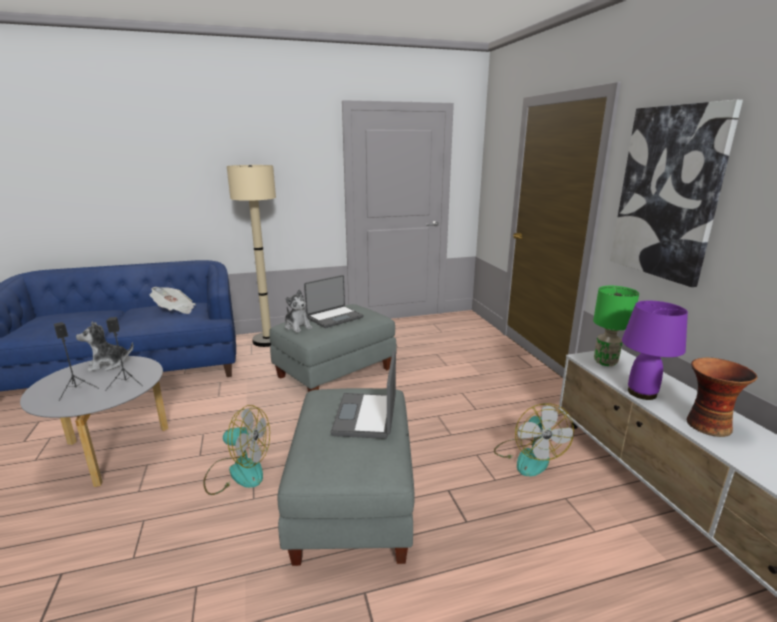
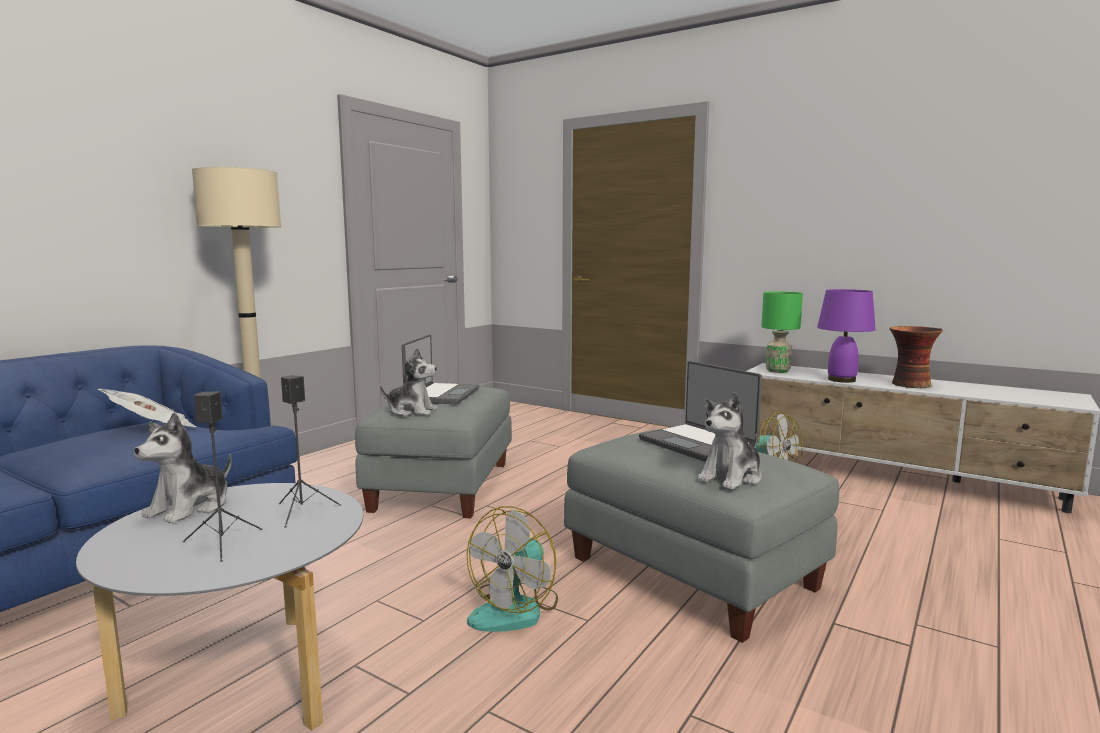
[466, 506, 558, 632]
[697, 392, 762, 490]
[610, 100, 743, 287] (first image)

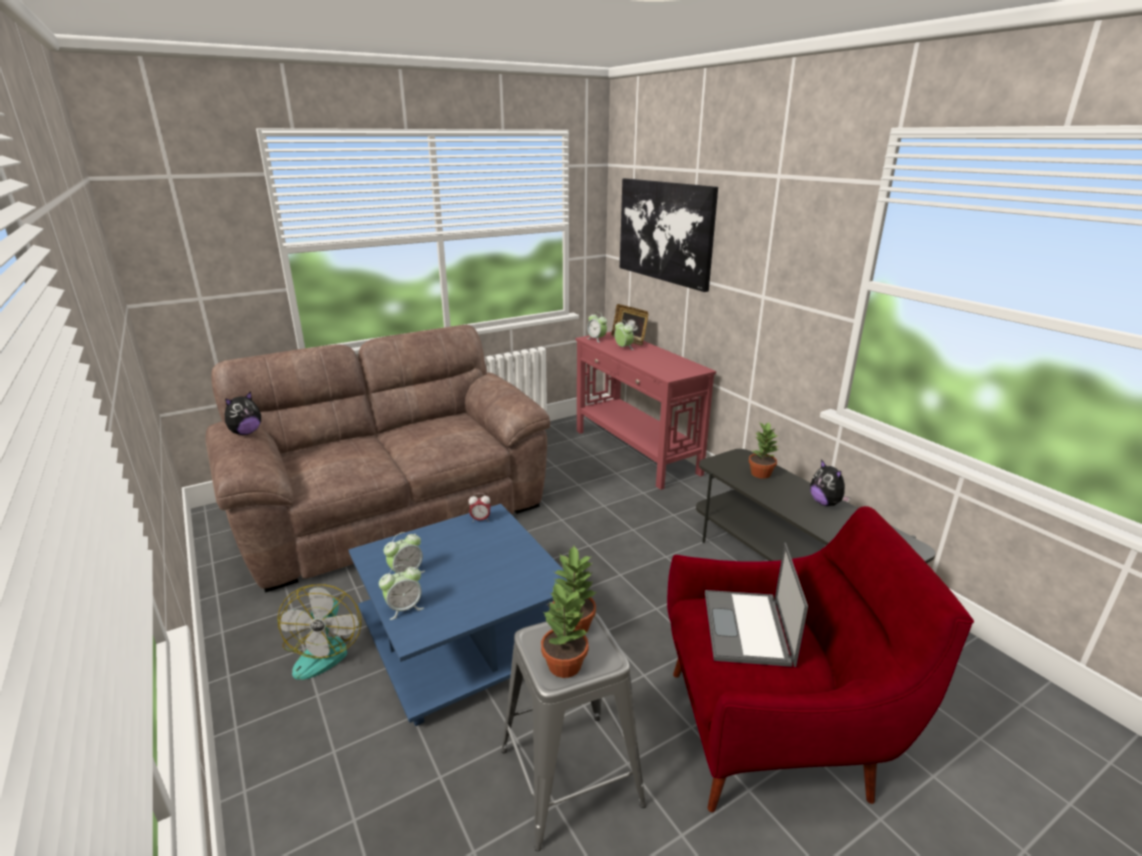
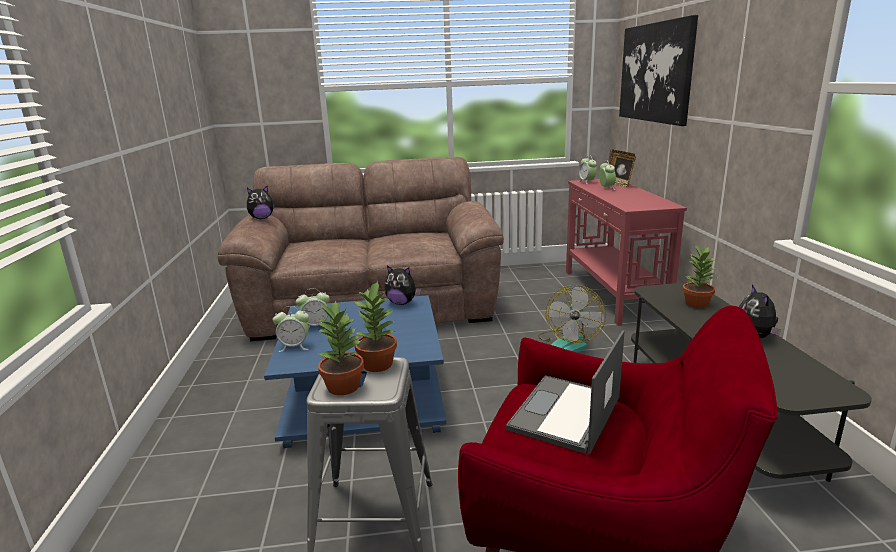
[384, 266, 421, 305]
[538, 285, 606, 353]

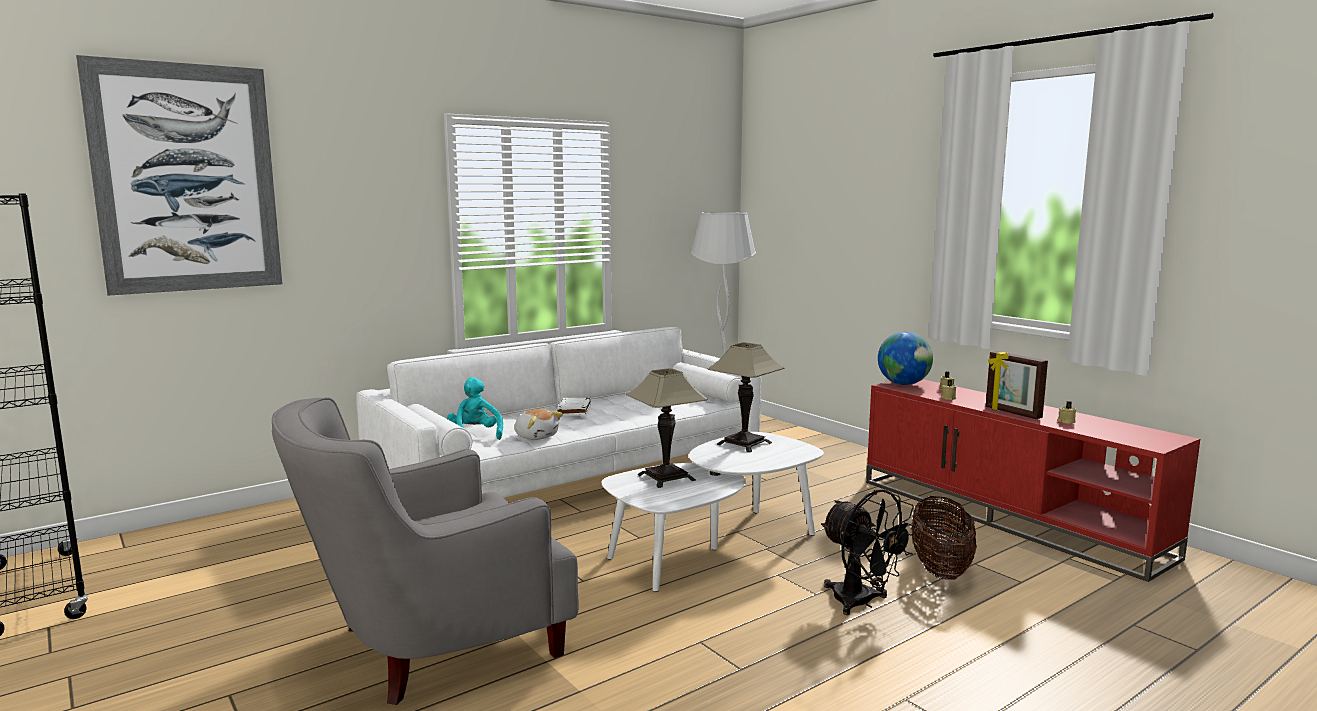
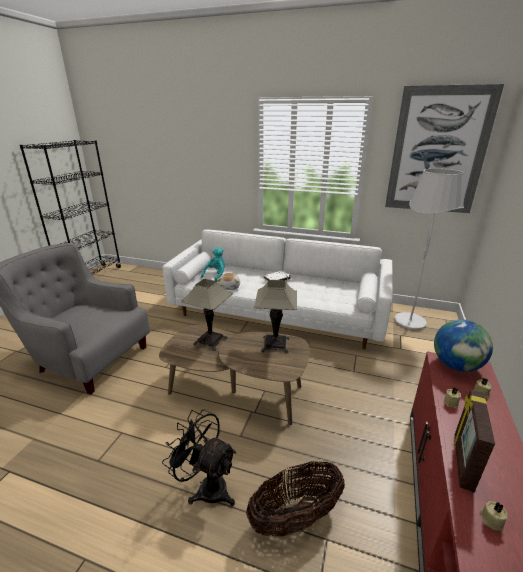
[159, 325, 310, 425]
[162, 410, 236, 506]
[385, 84, 504, 213]

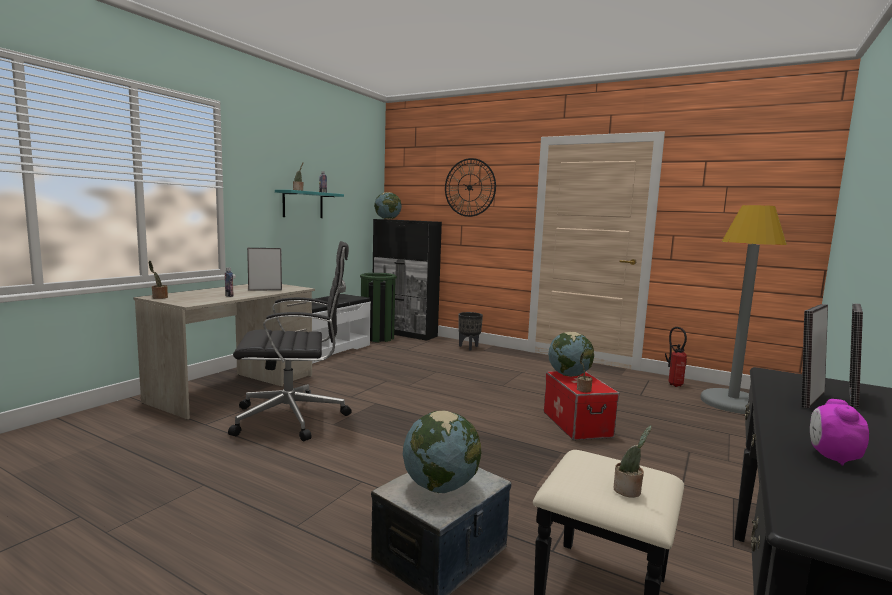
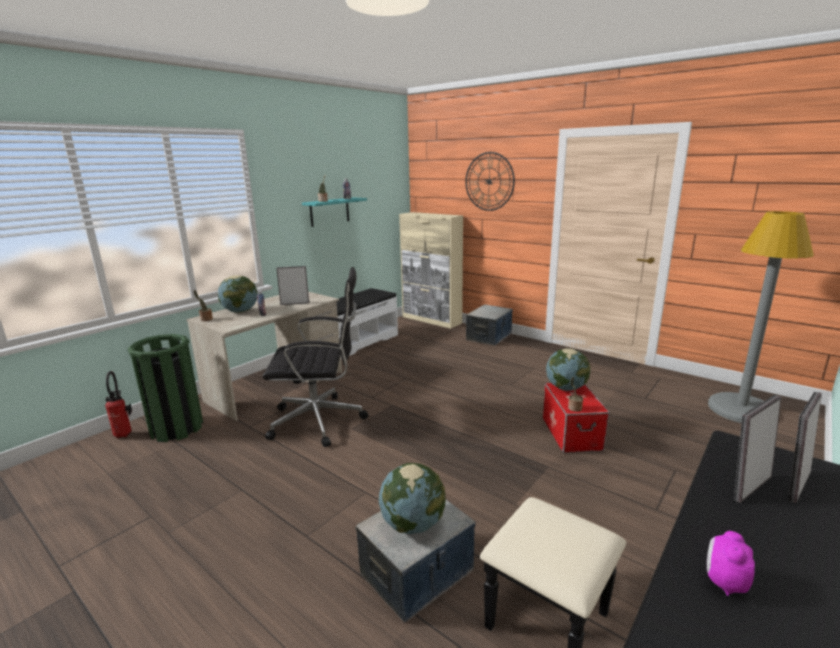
[105, 371, 132, 439]
[127, 334, 203, 442]
[218, 275, 258, 313]
[399, 212, 463, 329]
[466, 304, 513, 346]
[613, 425, 652, 498] (first image)

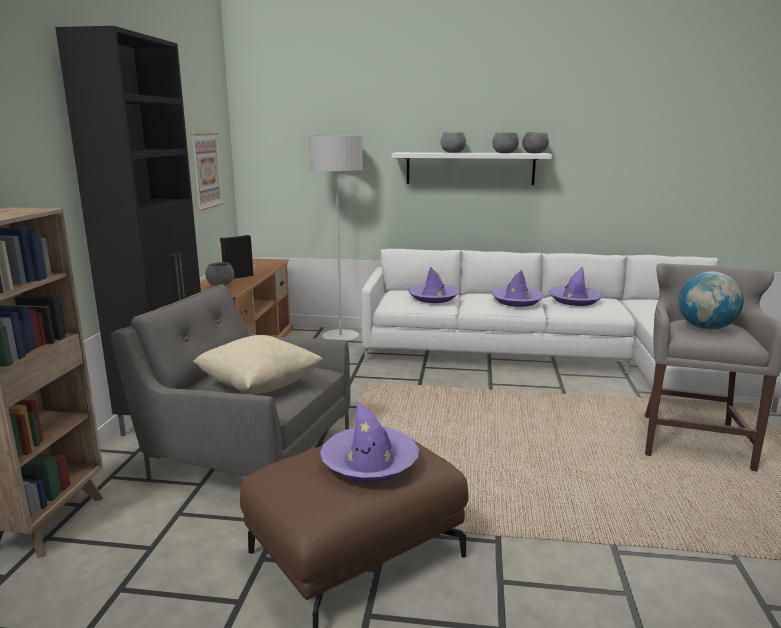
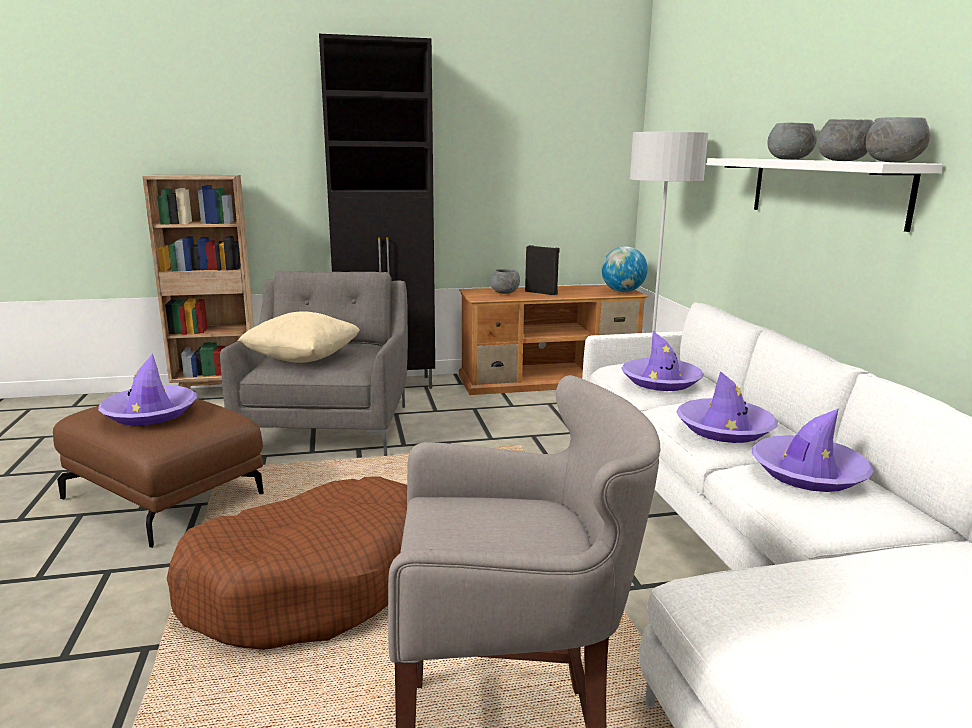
[167, 477, 407, 650]
[602, 246, 648, 292]
[191, 133, 224, 211] (first image)

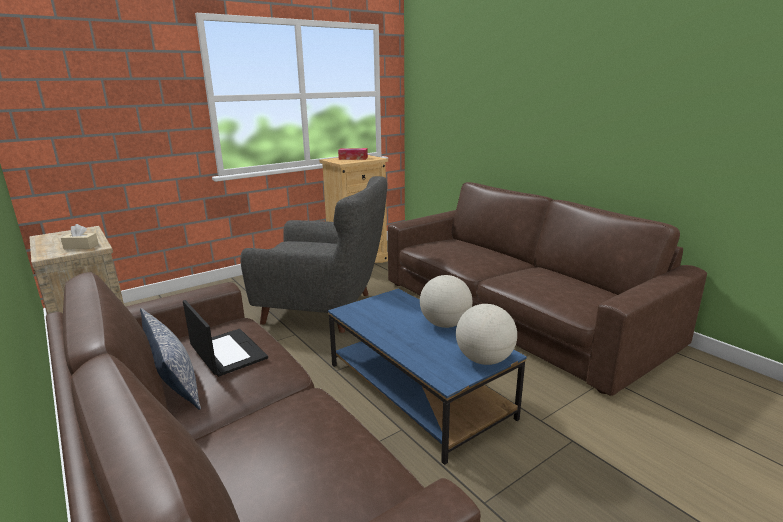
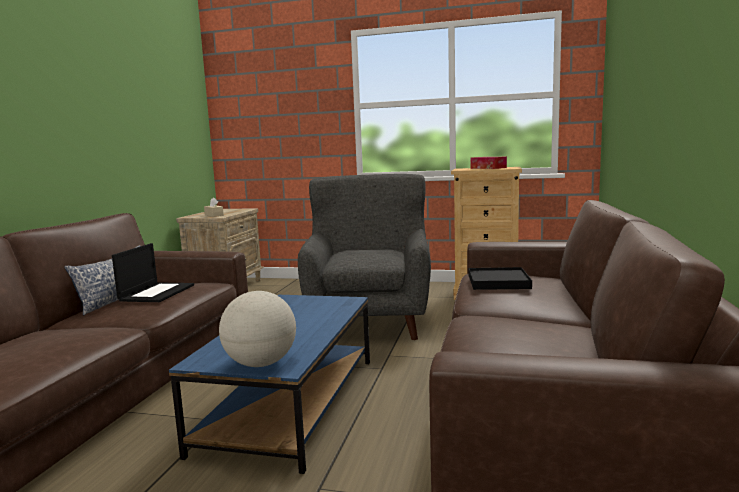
[298, 174, 431, 340]
[469, 267, 532, 290]
[420, 275, 472, 328] (first image)

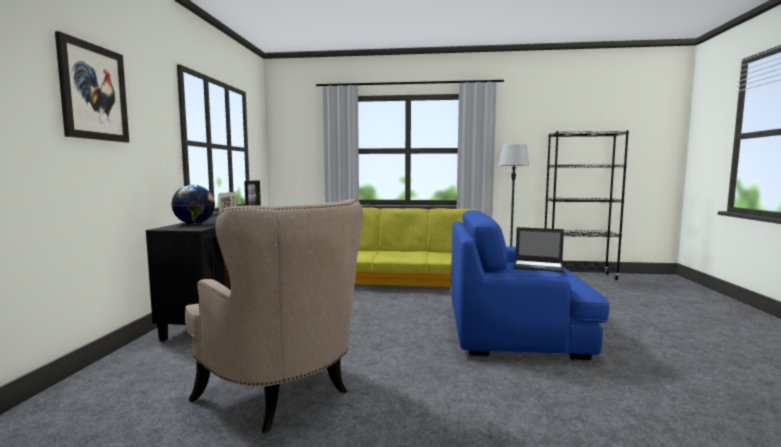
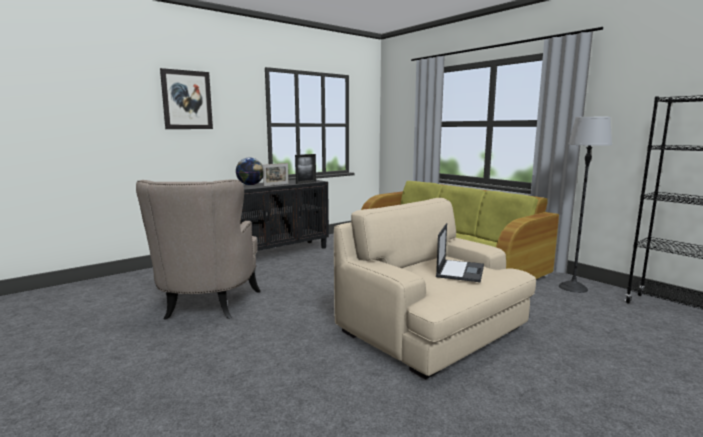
[334, 198, 536, 380]
[436, 223, 484, 282]

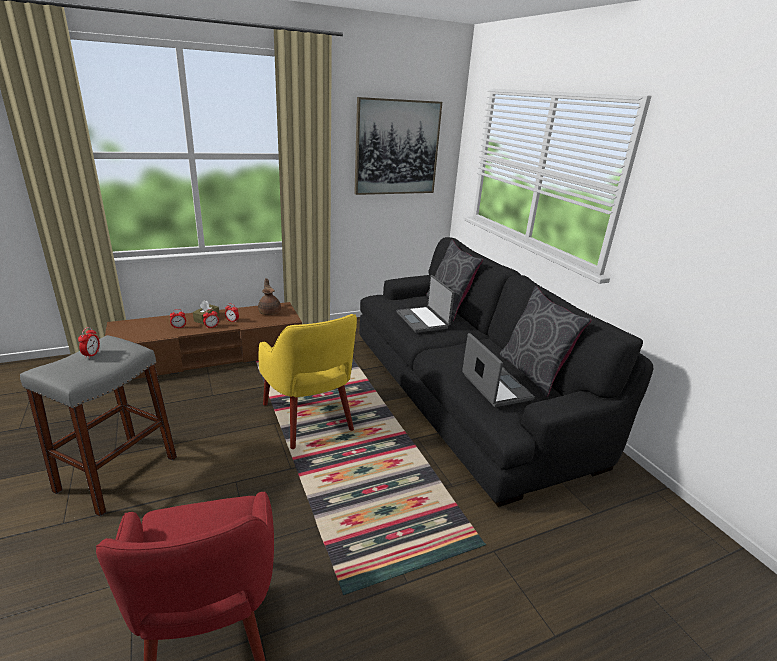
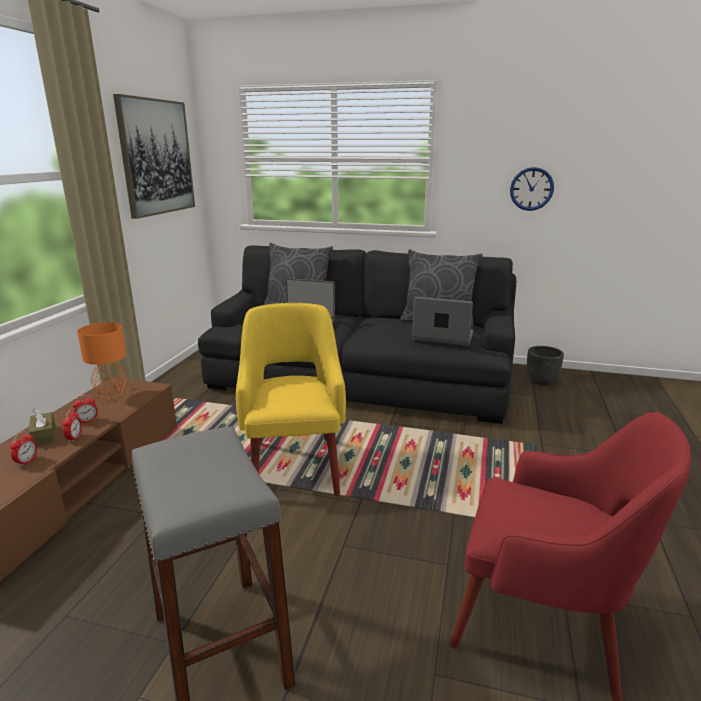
[77, 322, 127, 398]
[236, 303, 346, 496]
[510, 167, 554, 211]
[526, 346, 564, 385]
[78, 327, 100, 359] (first image)

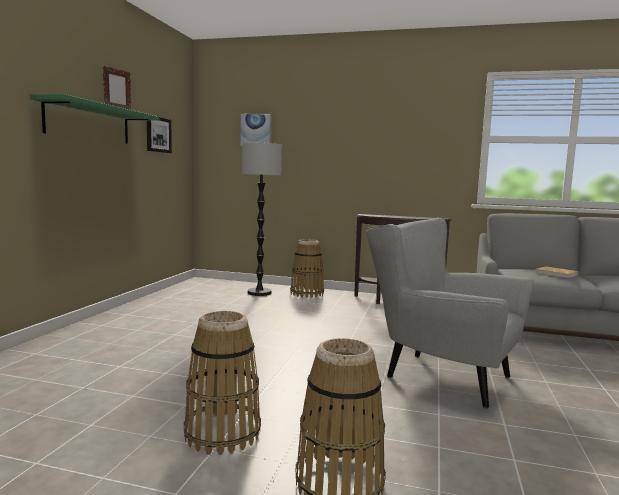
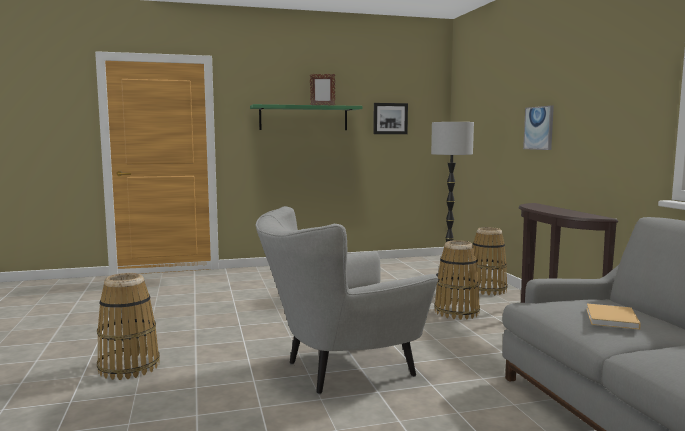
[255, 206, 438, 394]
[434, 240, 480, 320]
[523, 106, 554, 150]

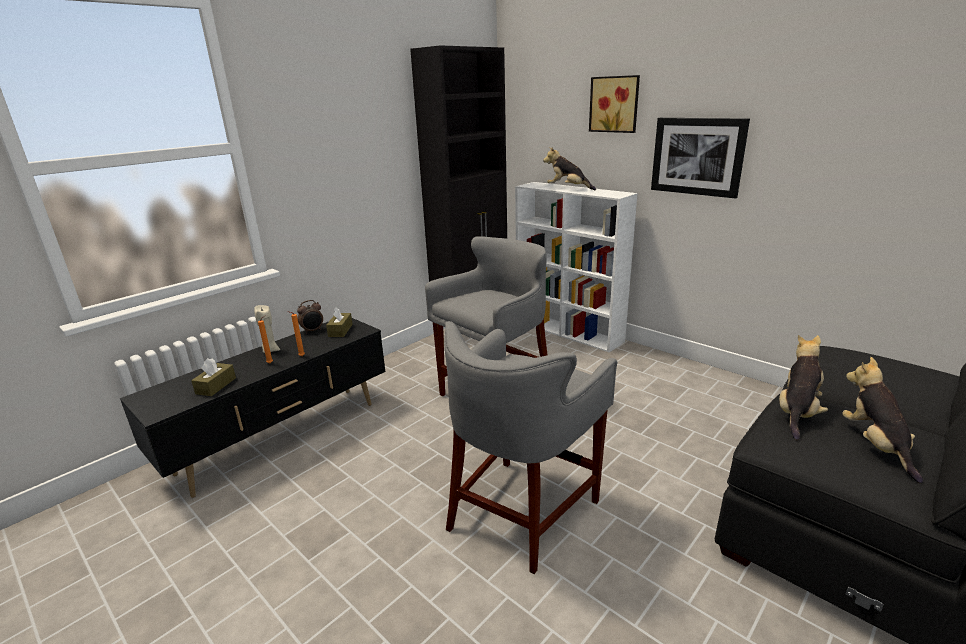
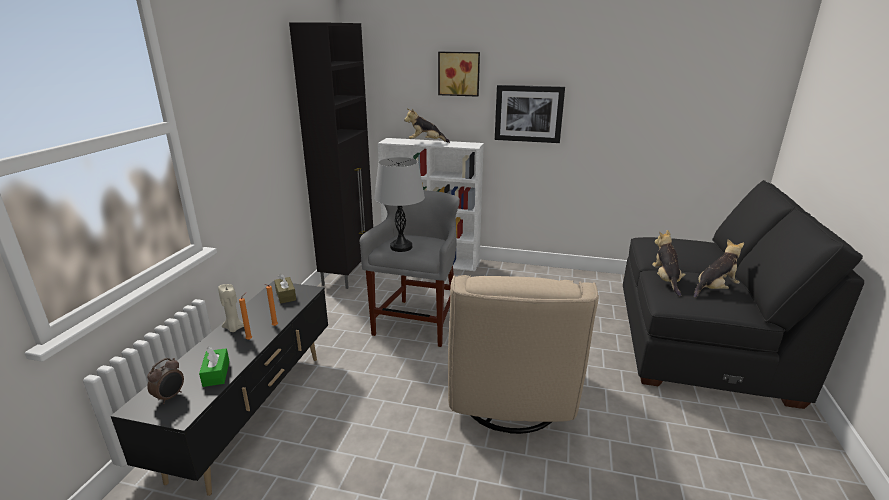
[147, 358, 184, 404]
[199, 347, 229, 387]
[374, 157, 425, 252]
[448, 275, 599, 434]
[694, 239, 744, 298]

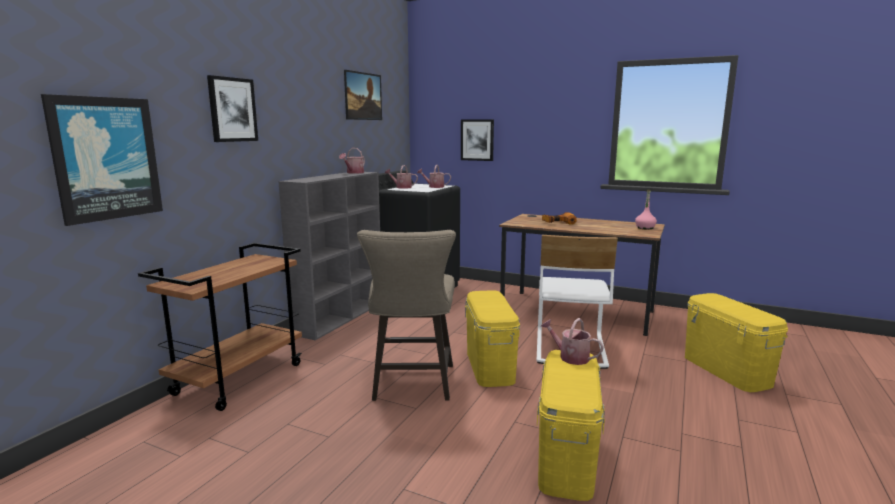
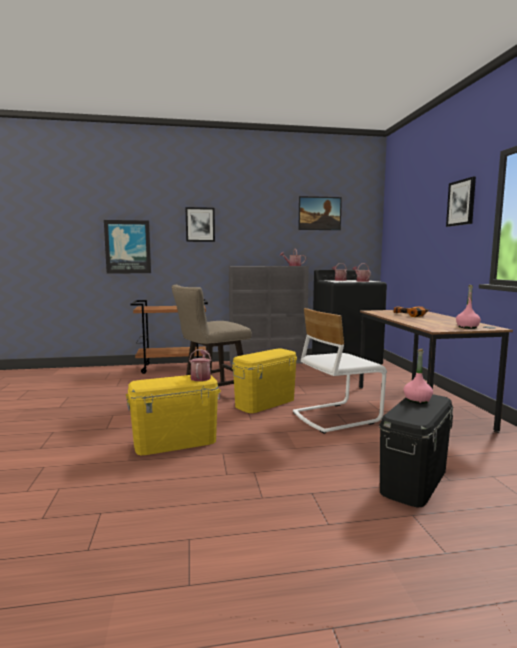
[379, 394, 453, 508]
[404, 349, 433, 404]
[446, 177, 476, 227]

